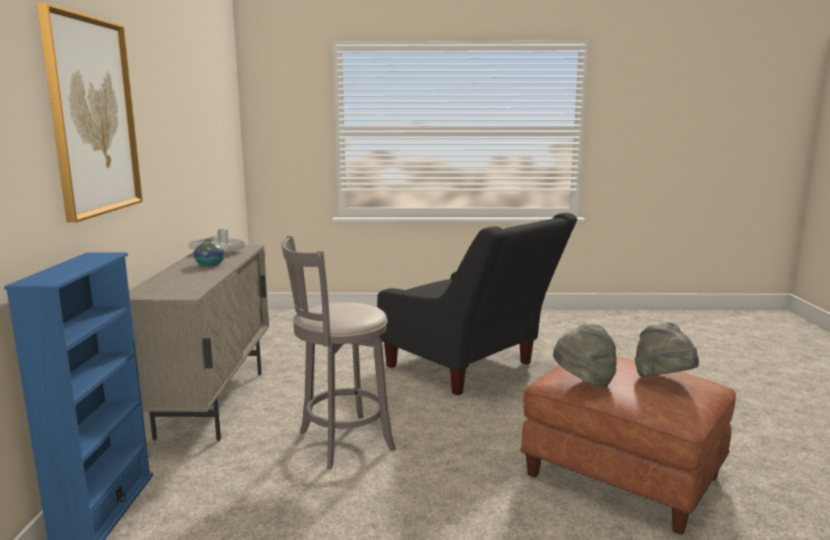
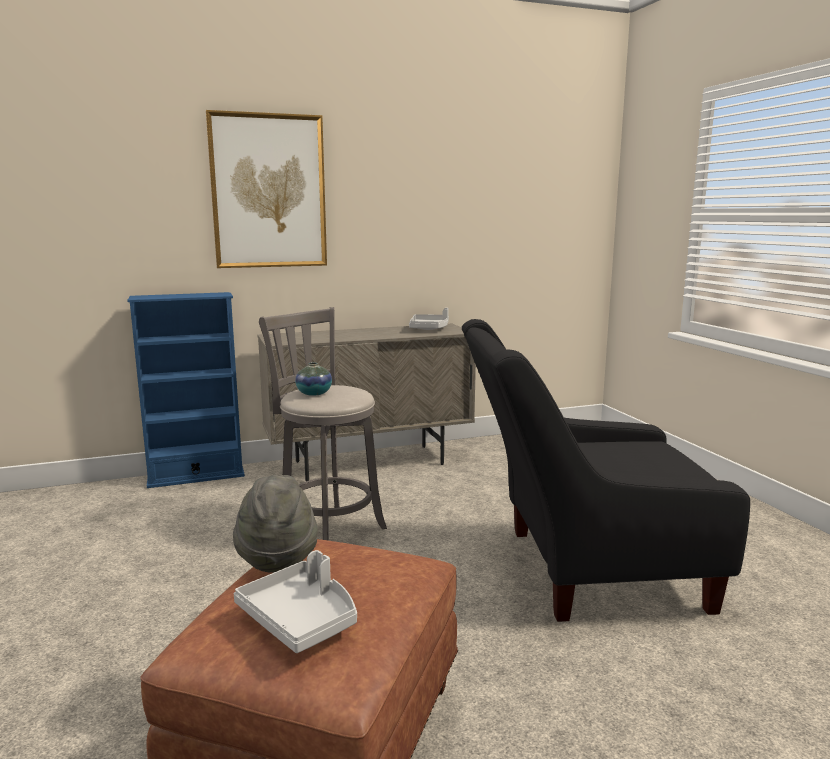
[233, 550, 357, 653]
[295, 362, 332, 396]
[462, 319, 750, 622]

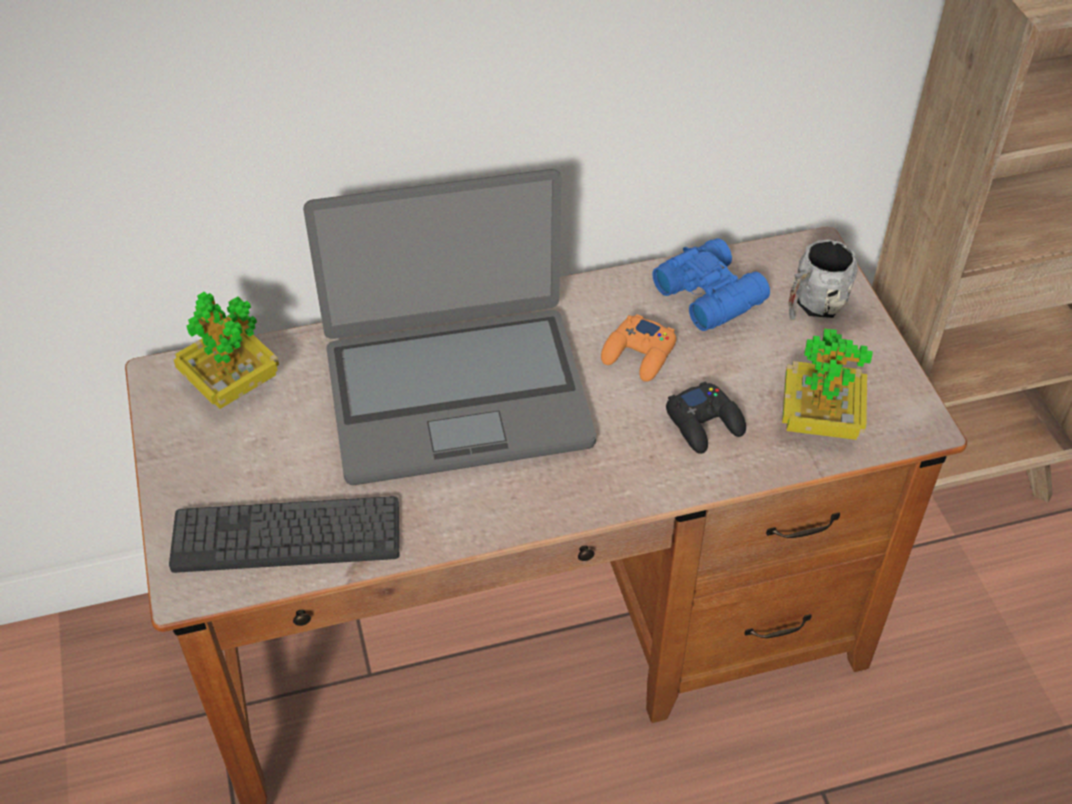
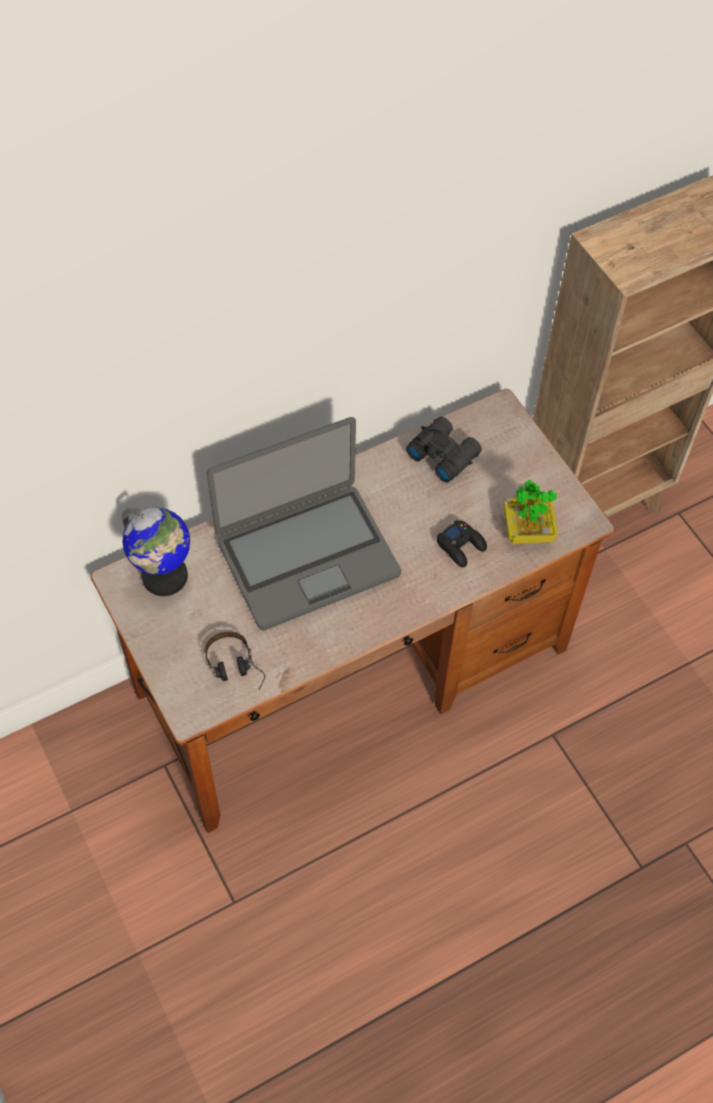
[122, 508, 190, 596]
[205, 631, 265, 690]
[406, 416, 482, 483]
[601, 314, 676, 382] (first image)
[789, 239, 858, 321] (first image)

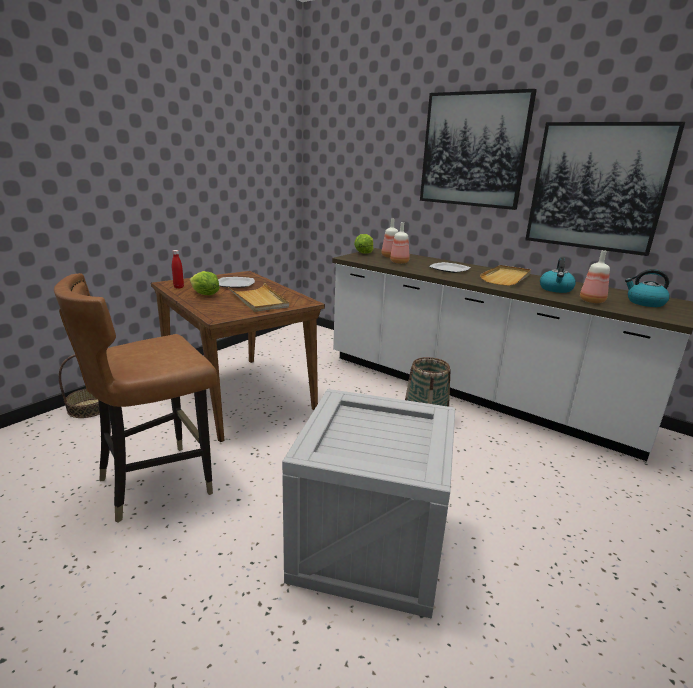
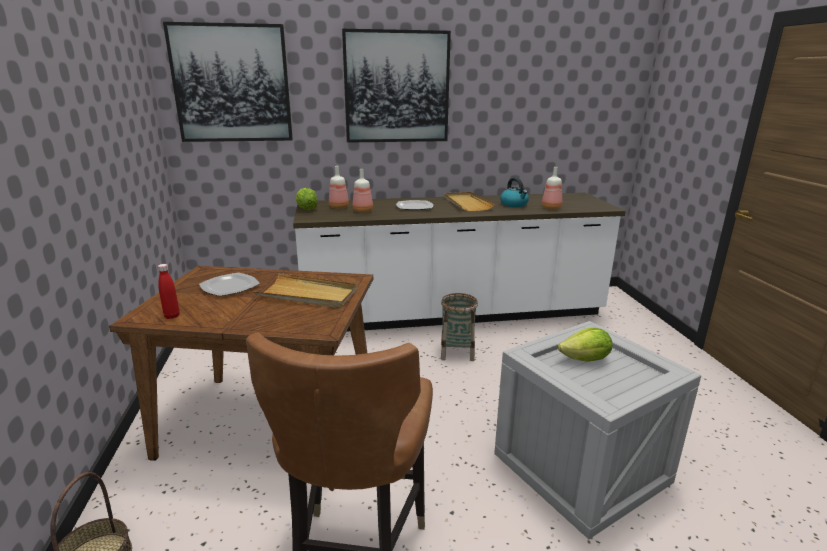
[163, 22, 293, 142]
[558, 328, 612, 361]
[625, 269, 670, 307] (first image)

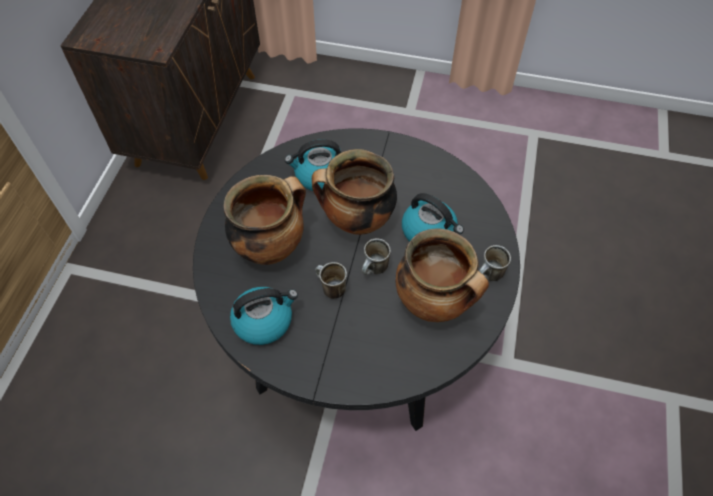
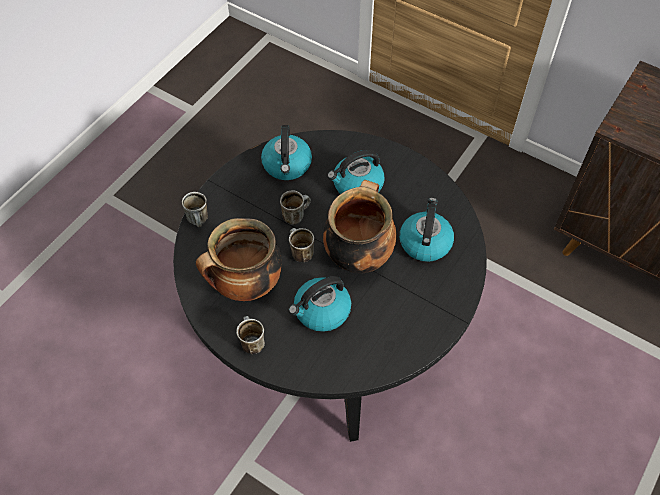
[182, 192, 208, 227]
[327, 150, 385, 194]

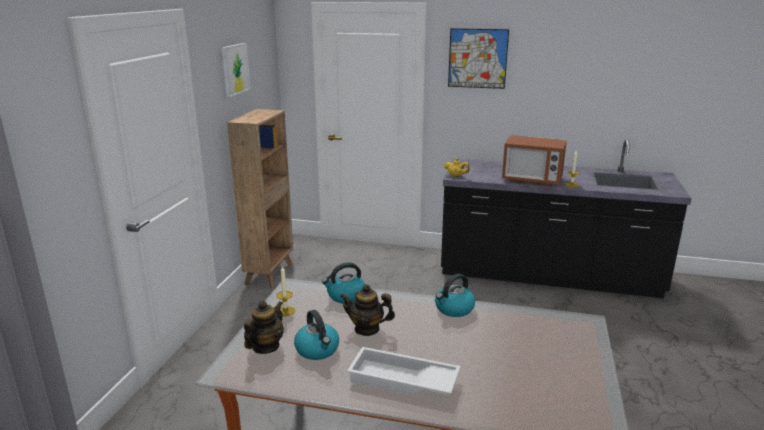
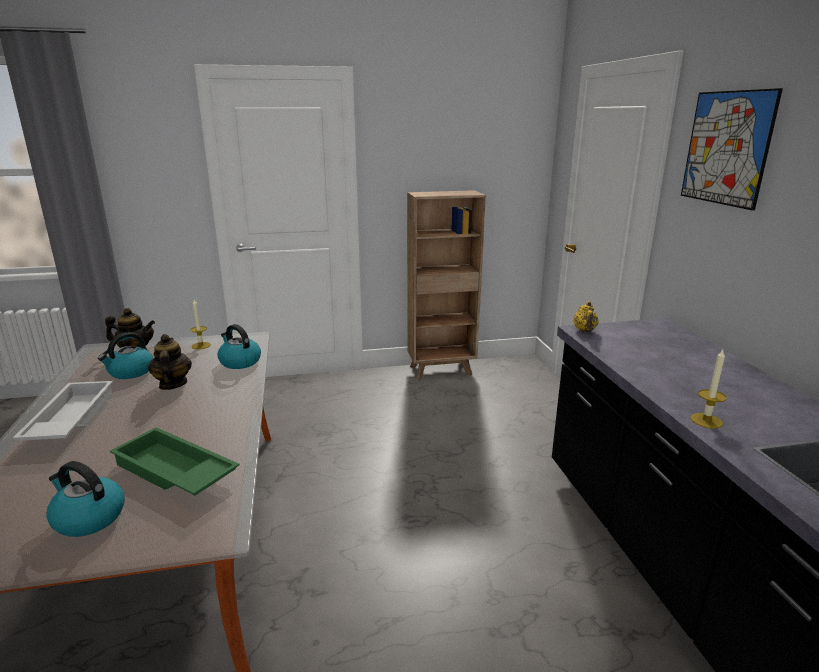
[46, 461, 125, 537]
[110, 427, 239, 496]
[222, 43, 251, 97] (first image)
[502, 135, 567, 186] (first image)

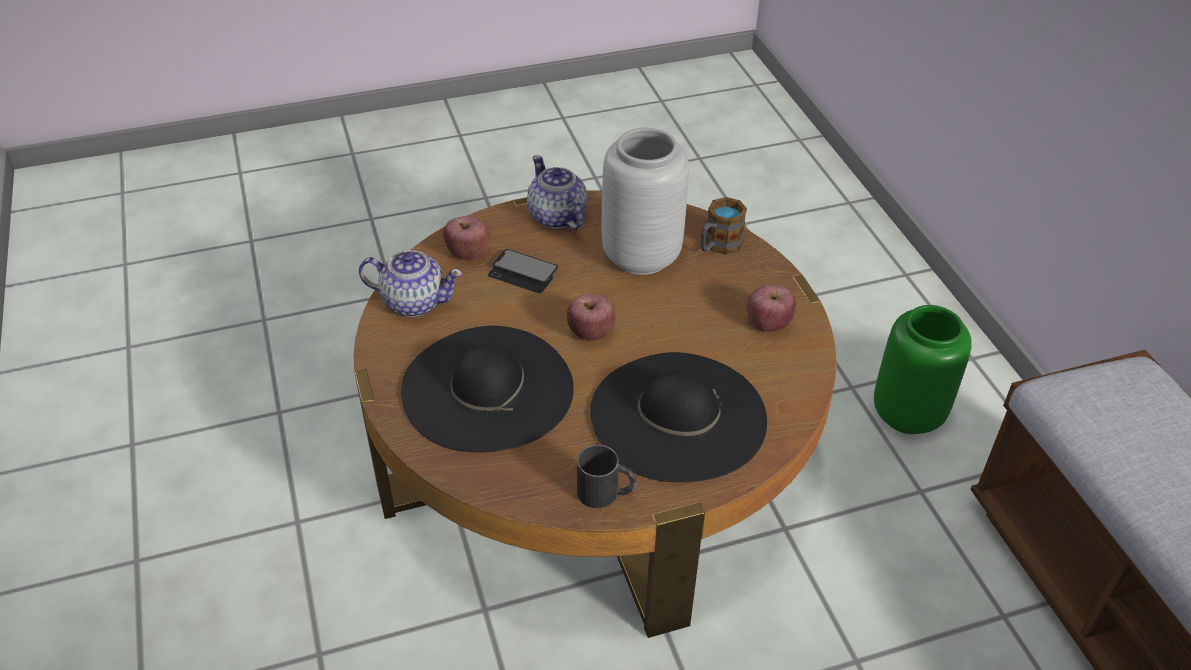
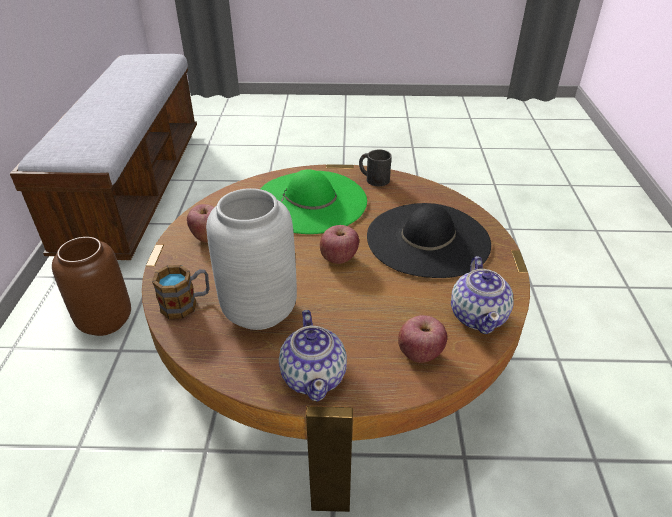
[52, 237, 131, 336]
[260, 169, 367, 234]
[451, 256, 514, 334]
[488, 249, 558, 293] (first image)

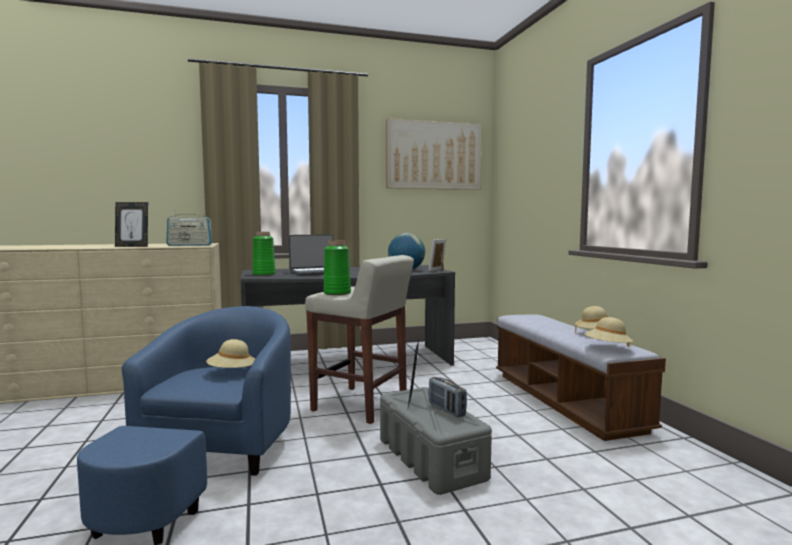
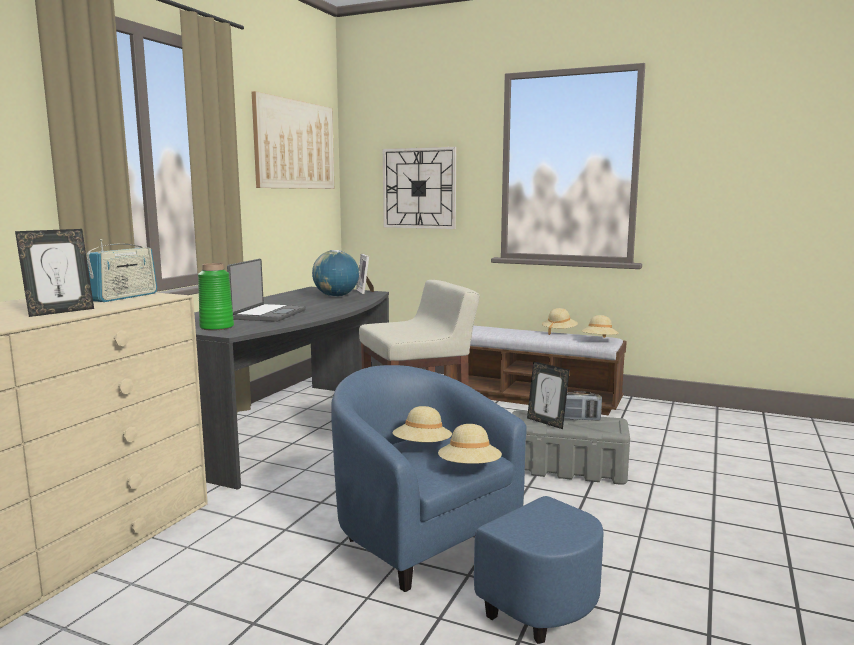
[383, 147, 456, 229]
[438, 424, 502, 464]
[324, 240, 351, 295] (first image)

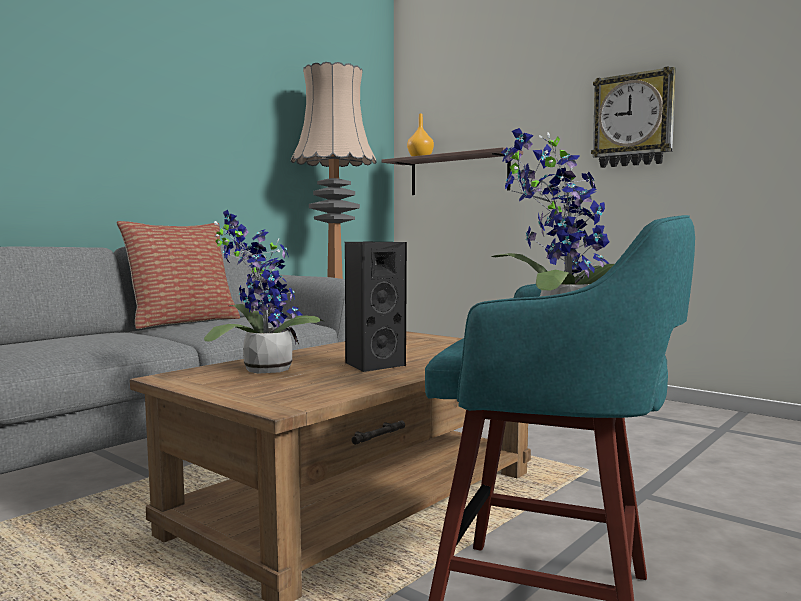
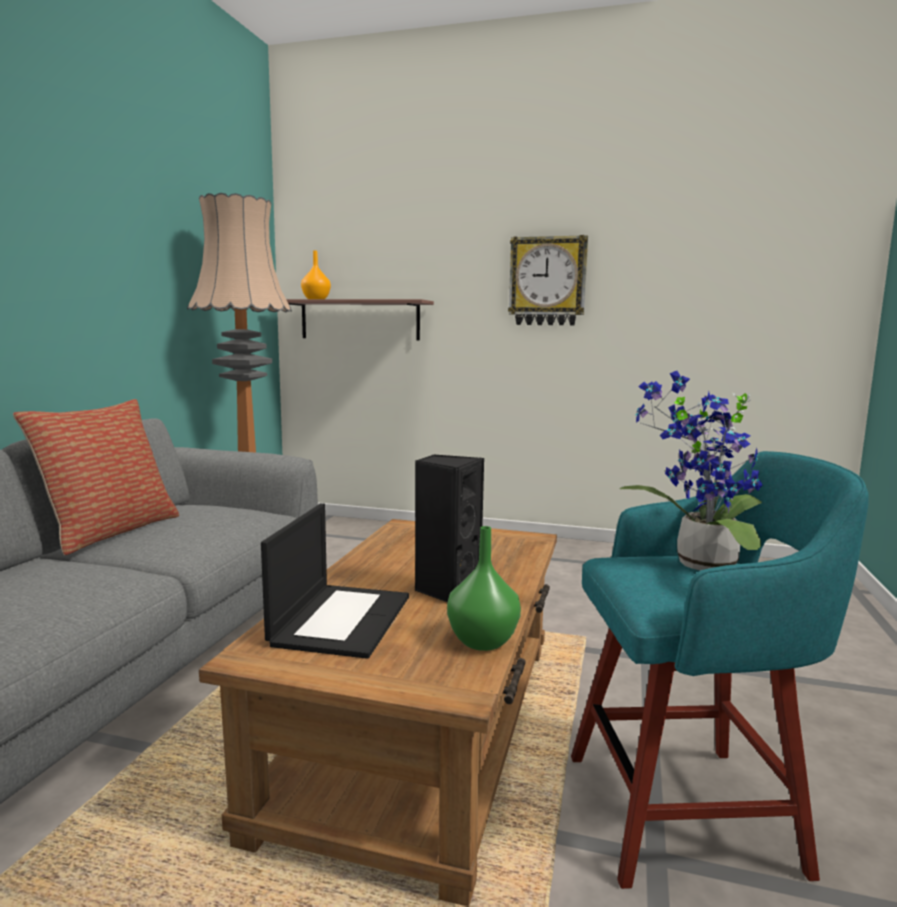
[261, 503, 409, 659]
[447, 526, 521, 651]

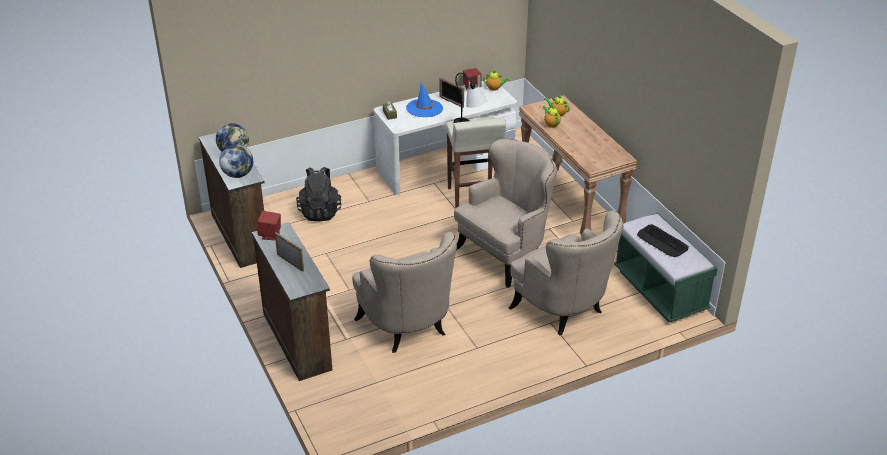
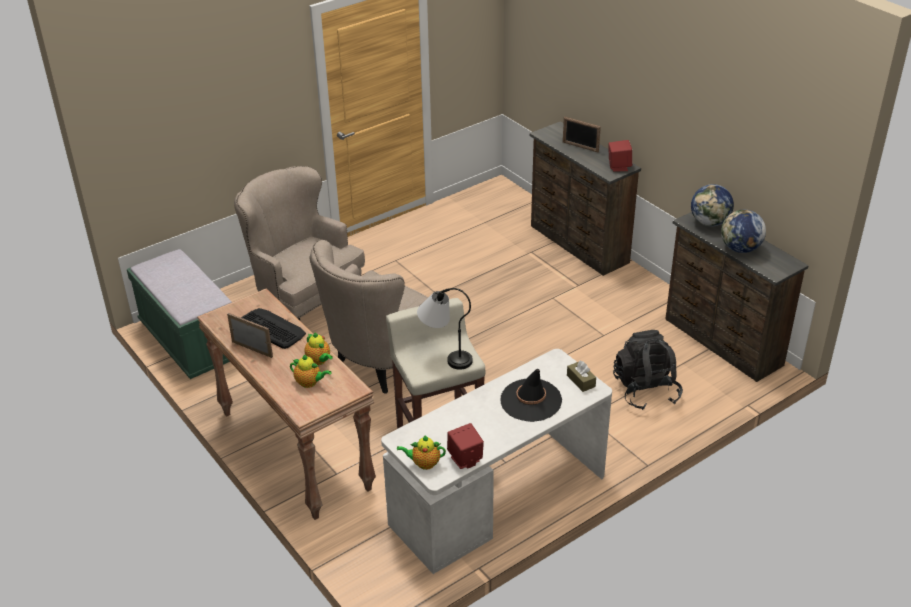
[227, 313, 273, 358]
[241, 308, 306, 349]
[501, 369, 562, 422]
[352, 232, 457, 353] (first image)

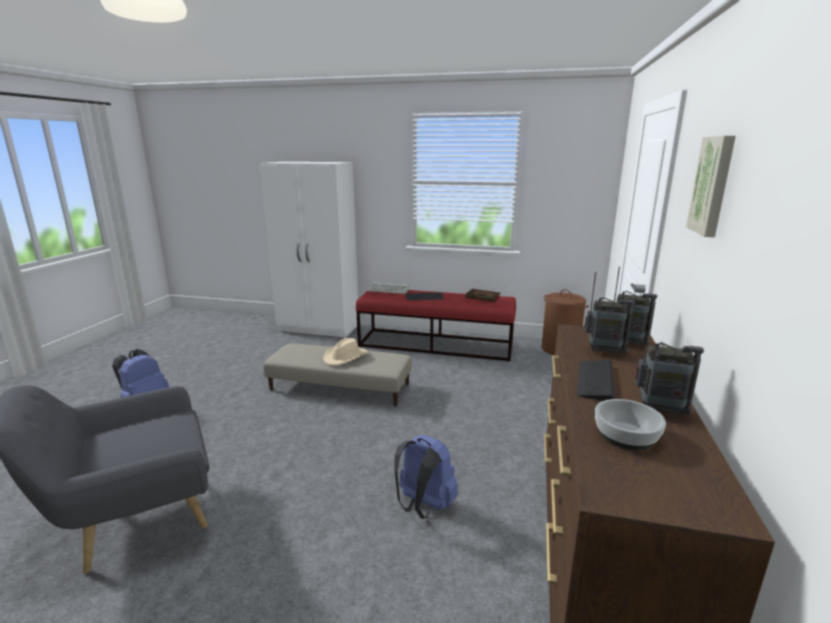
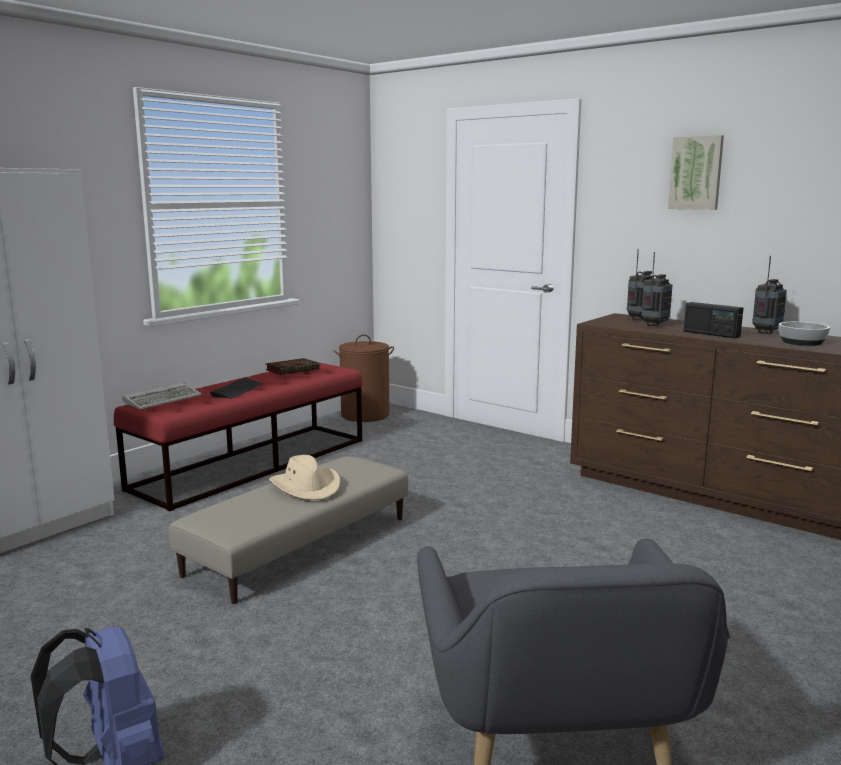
[684, 302, 743, 339]
[394, 435, 458, 519] (first image)

